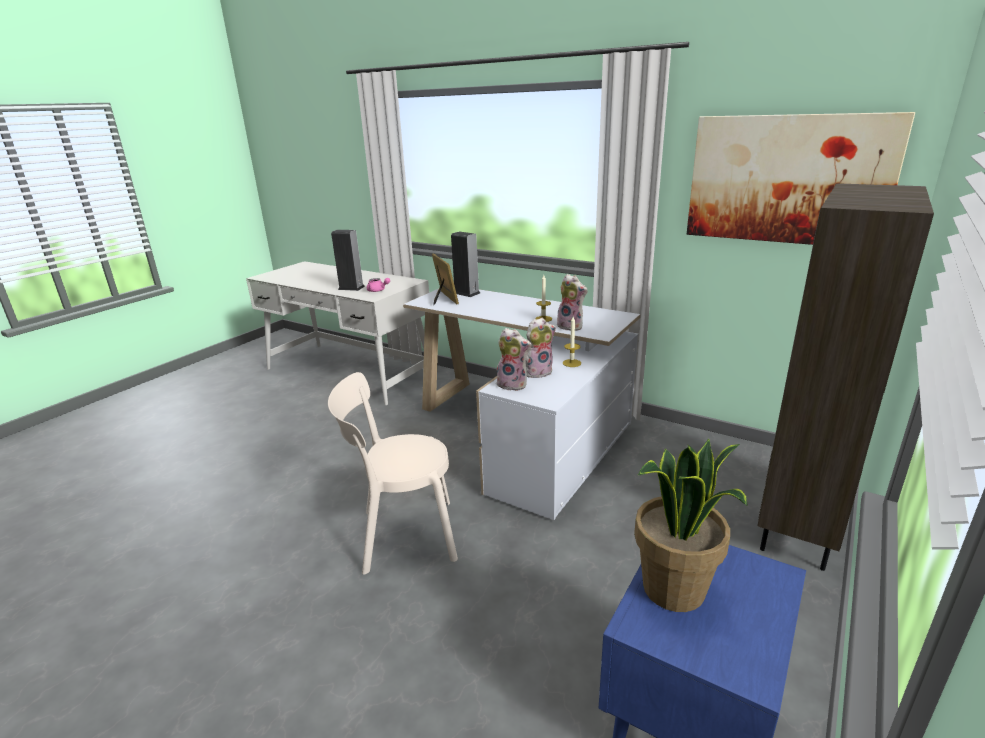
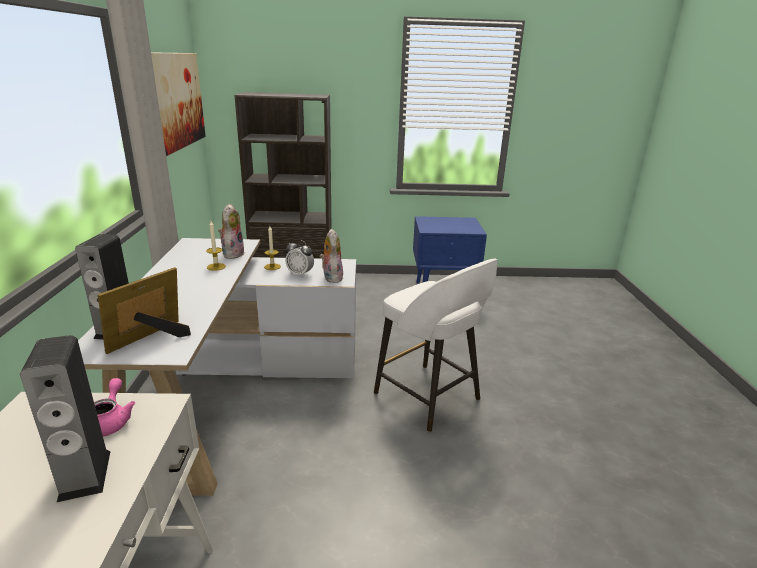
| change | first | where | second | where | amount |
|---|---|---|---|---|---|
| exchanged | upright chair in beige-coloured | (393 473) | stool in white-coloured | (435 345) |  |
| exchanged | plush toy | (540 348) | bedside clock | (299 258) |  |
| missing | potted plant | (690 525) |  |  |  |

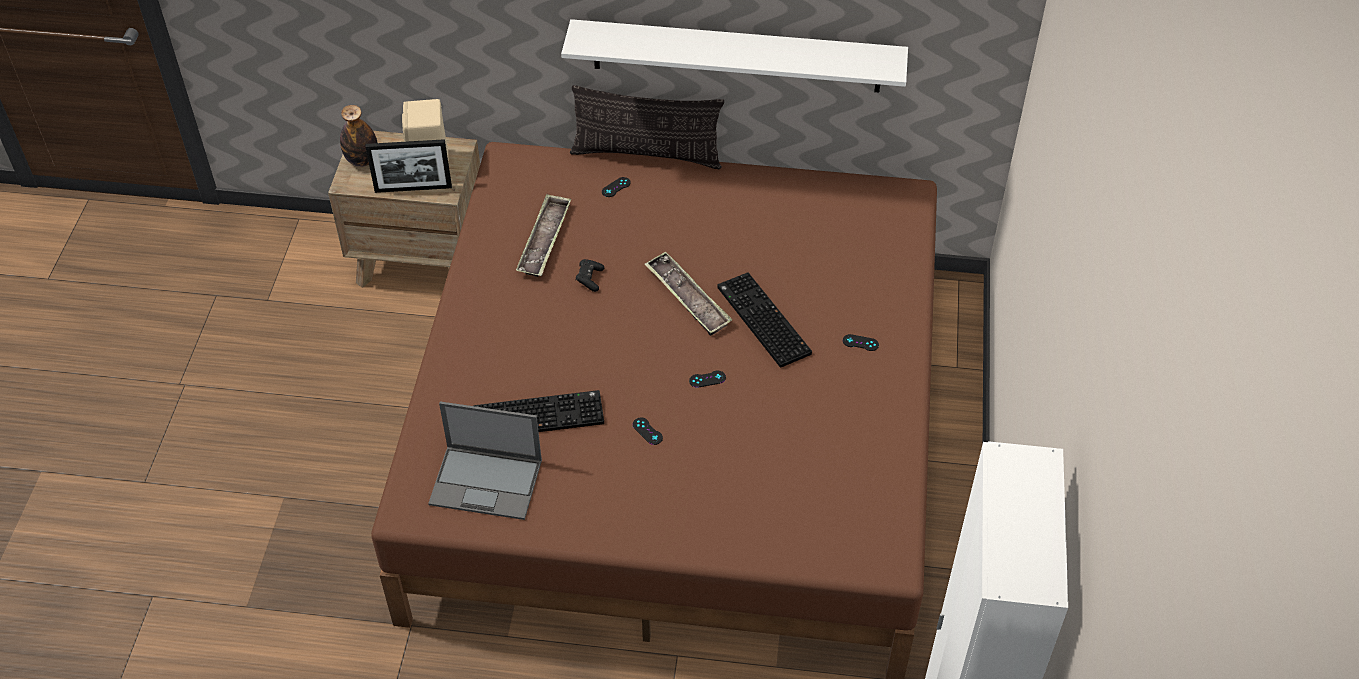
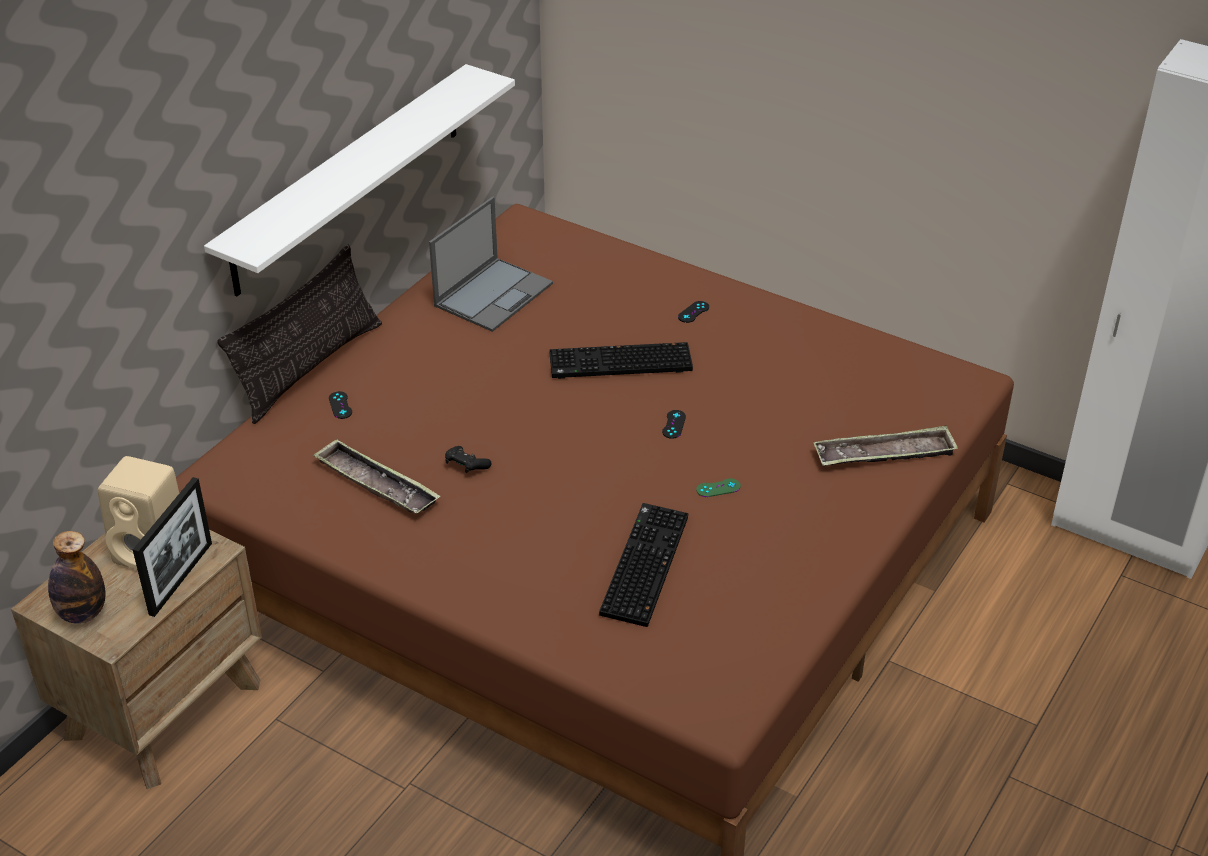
| change | first | where | second | where | amount |
|---|---|---|---|---|---|
| relocated | notebook computer | (485 460) |  | (491 264) |  |
| colour | game controller in blackish | (648 431) | game controller in green-coloured | (718 487) |  |
| relocated | carrying tray | (688 293) |  | (885 445) |  |

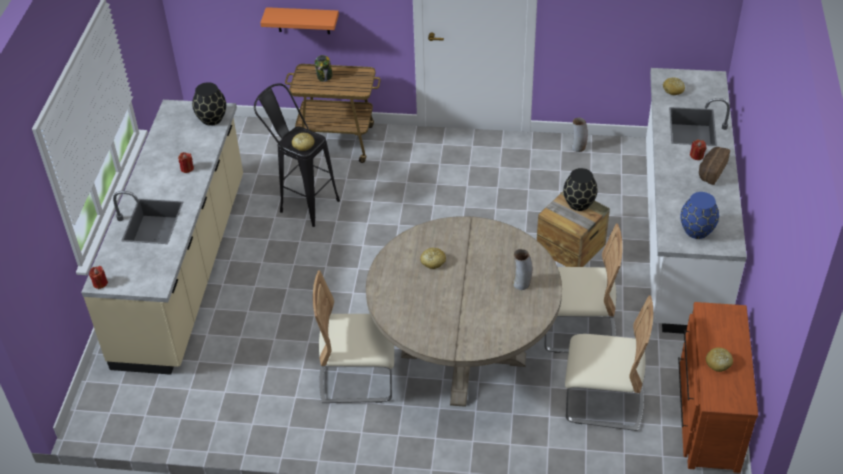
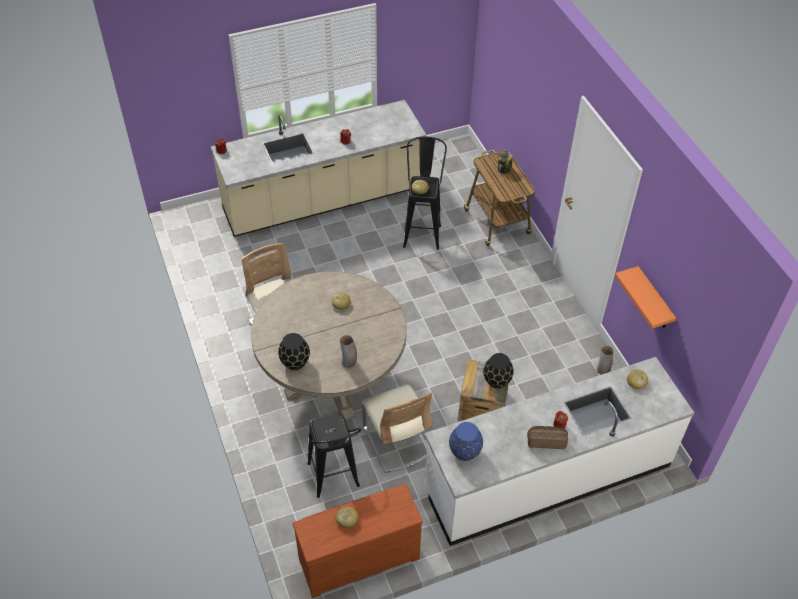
| change | first | where | second | where | amount |
|---|---|---|---|---|---|
| relocated | decorative vase in blackish | (209 104) |  | (294 351) |  |
| relocated | bracket shelf in orange | (299 20) |  | (645 297) |  |
| exchanged | upright chair in beige-coloured | (609 363) | stool in blackish | (334 455) |  |

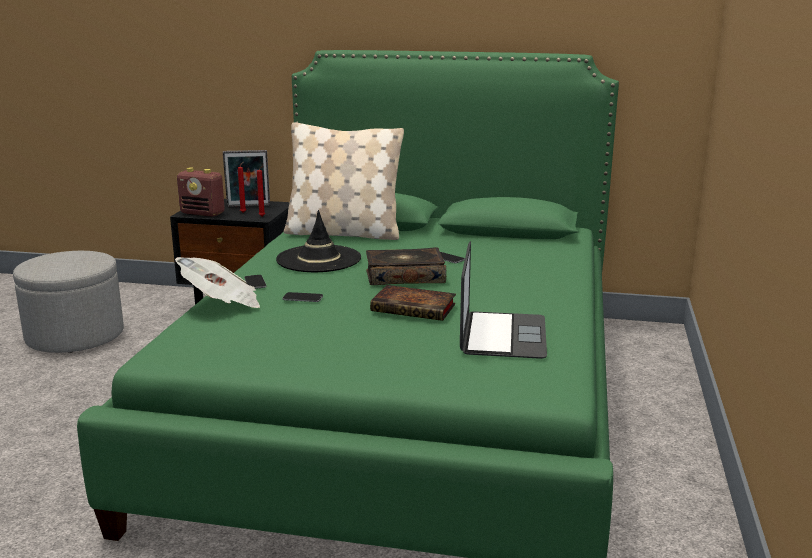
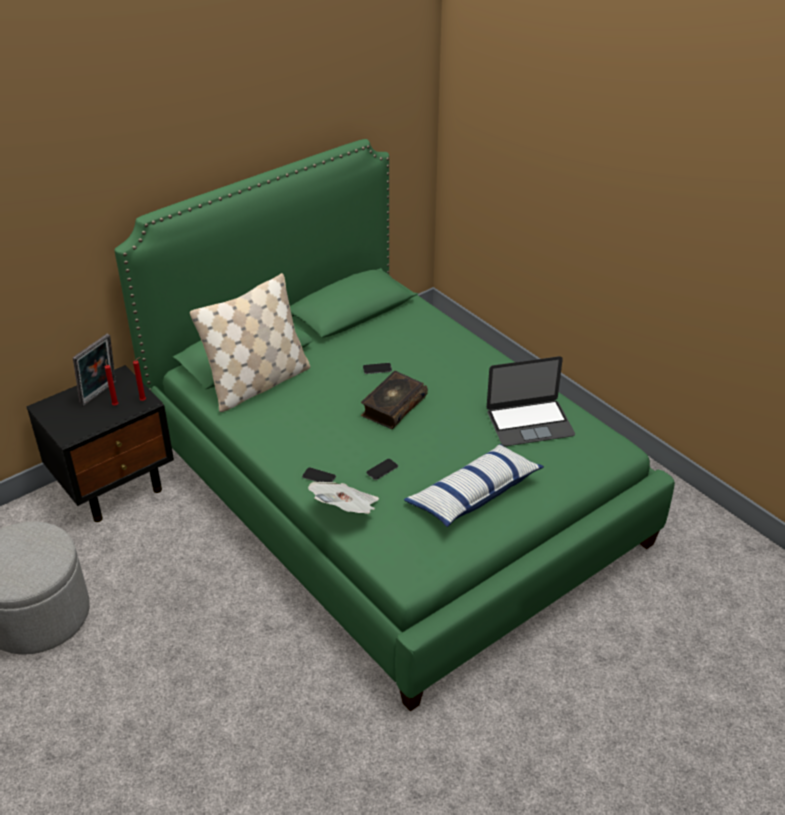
| change | first | where | second | where | amount |
|---|---|---|---|---|---|
| missing | radio | (201 192) |  |  |  |
| missing | wearable hat in blackish | (318 241) |  |  |  |
| missing | volume | (413 303) |  |  |  |
| spun | notebook computer | (503 300) |  | (531 401) | 120 degrees clockwise |
| appeared |  |  | throw pillow | (474 485) |  |

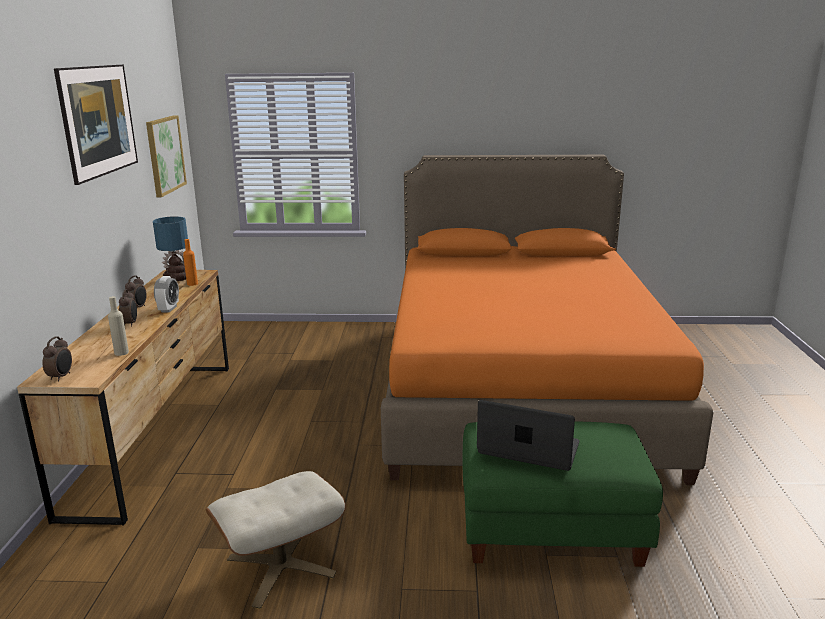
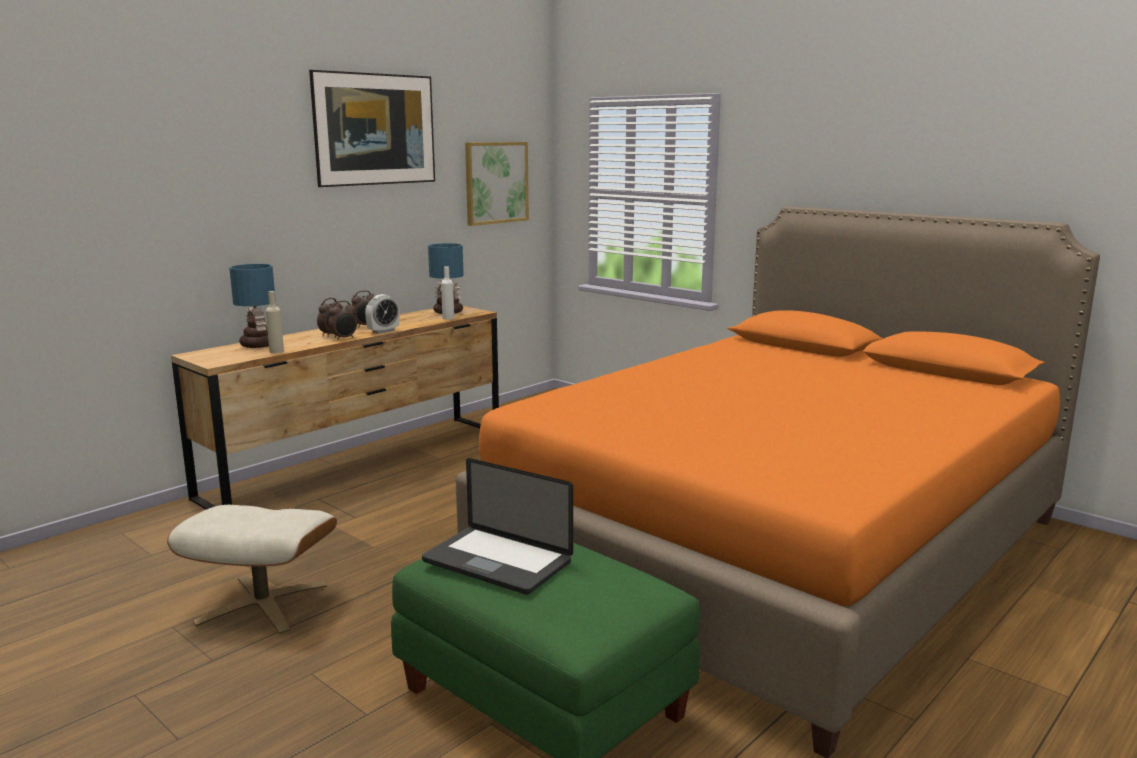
| change | first | where | second | where | amount |
|---|---|---|---|---|---|
| relocated | bedside clock | (57 358) |  | (342 320) |  |
| colour | bottle in orange | (190 262) | bottle in white-coloured | (447 293) |  |
| spun | notebook computer | (528 435) |  | (497 526) | 150 degrees clockwise |
| appeared |  |  | table lamp | (252 306) |  |

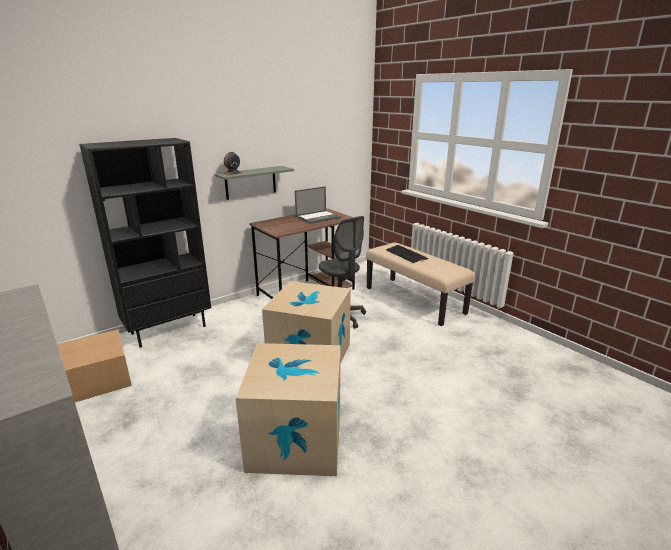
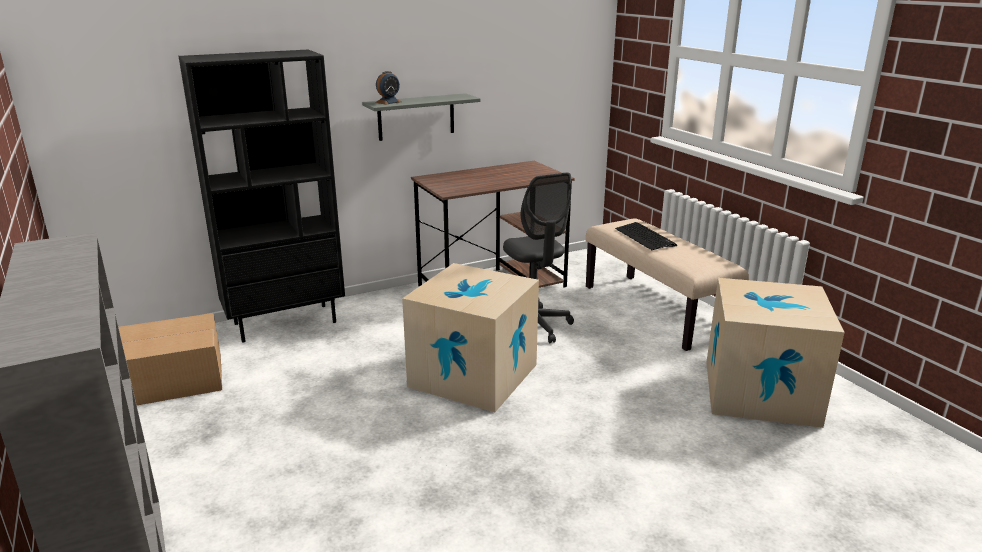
| change | first | where | second | where | amount |
|---|---|---|---|---|---|
| relocated | cardboard box | (288 409) |  | (775 353) |  |
| missing | notebook computer | (318 205) |  |  |  |

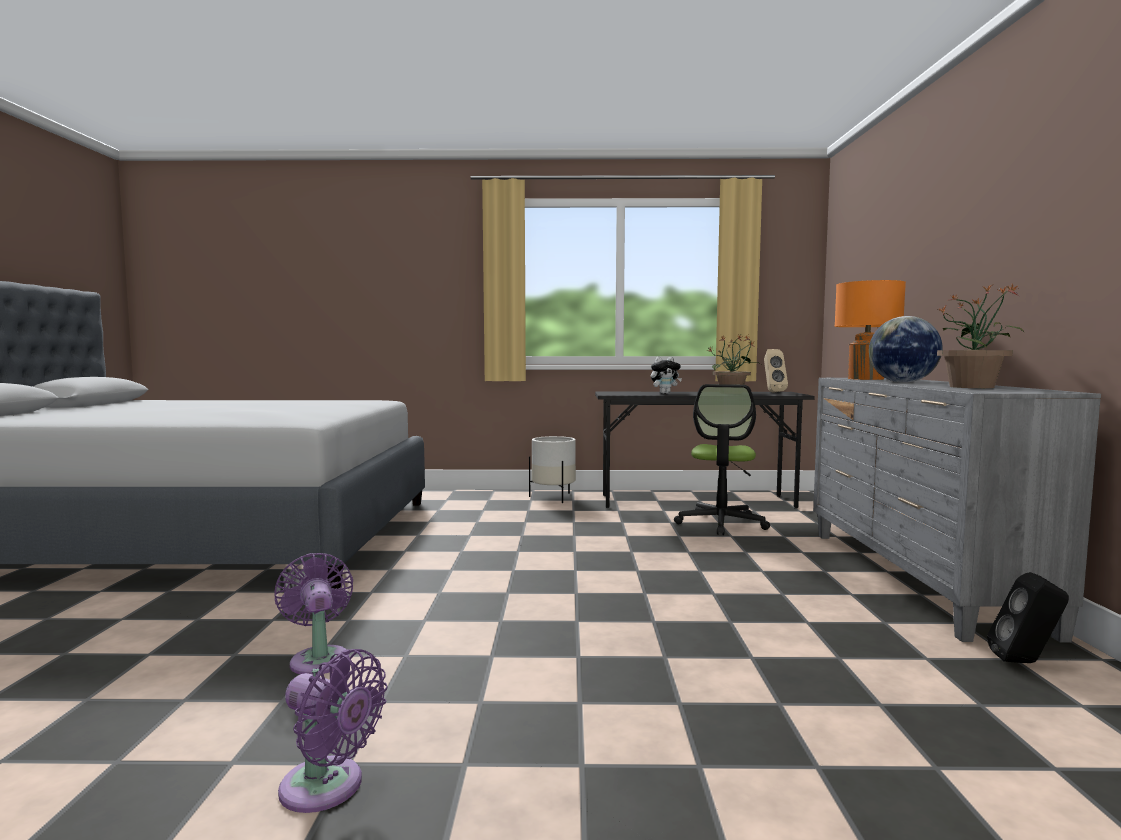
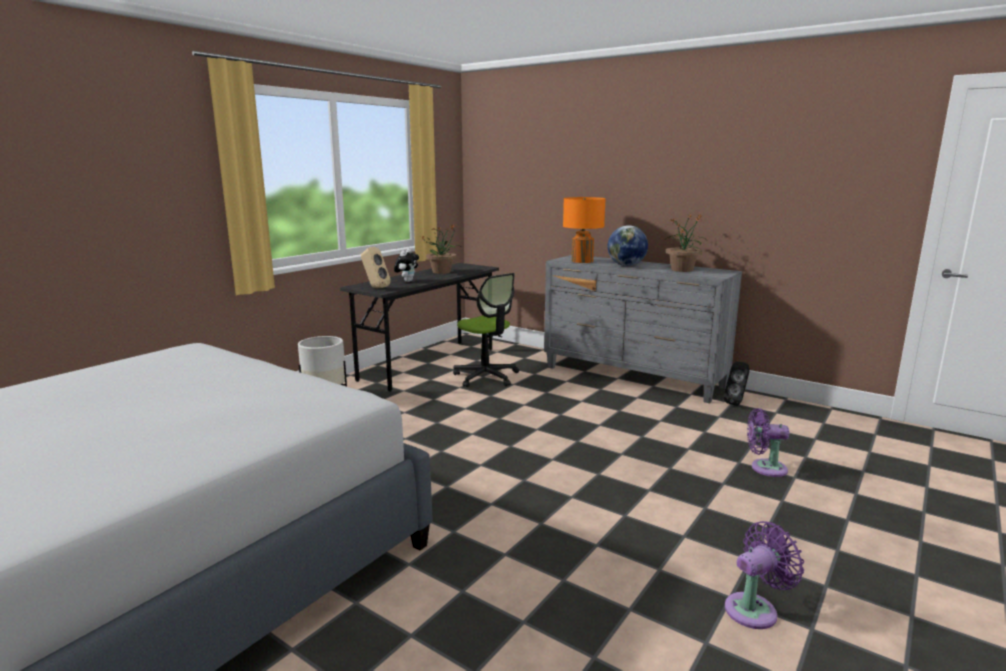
| change | first | where | second | where | amount |
|---|---|---|---|---|---|
| relocated | electric fan in purple | (314 613) |  | (768 442) |  |
| relocated | loudspeaker in beige-coloured | (776 371) |  | (376 267) |  |

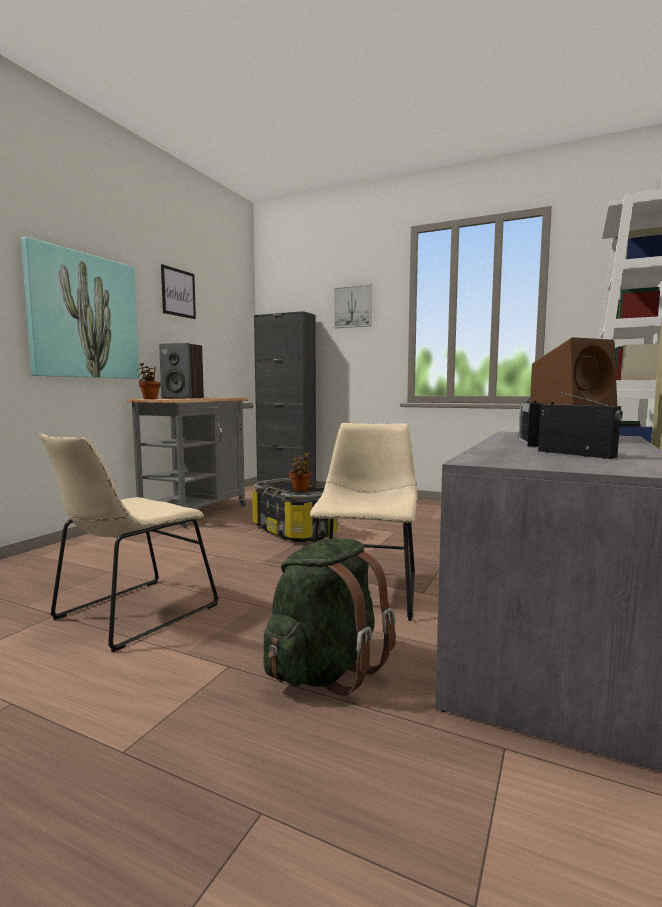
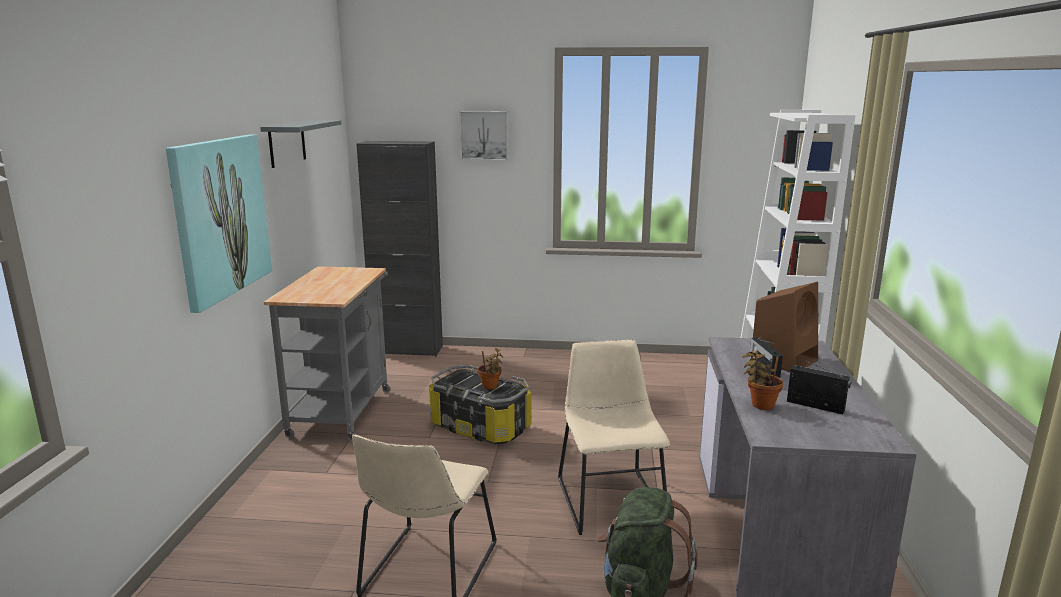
| change | first | where | second | where | amount |
|---|---|---|---|---|---|
| relocated | potted plant | (149 381) |  | (763 380) |  |
| missing | loudspeaker | (181 371) |  |  |  |
| exchanged | wall picture | (178 291) | bracket shelf in grey | (300 144) |  |

